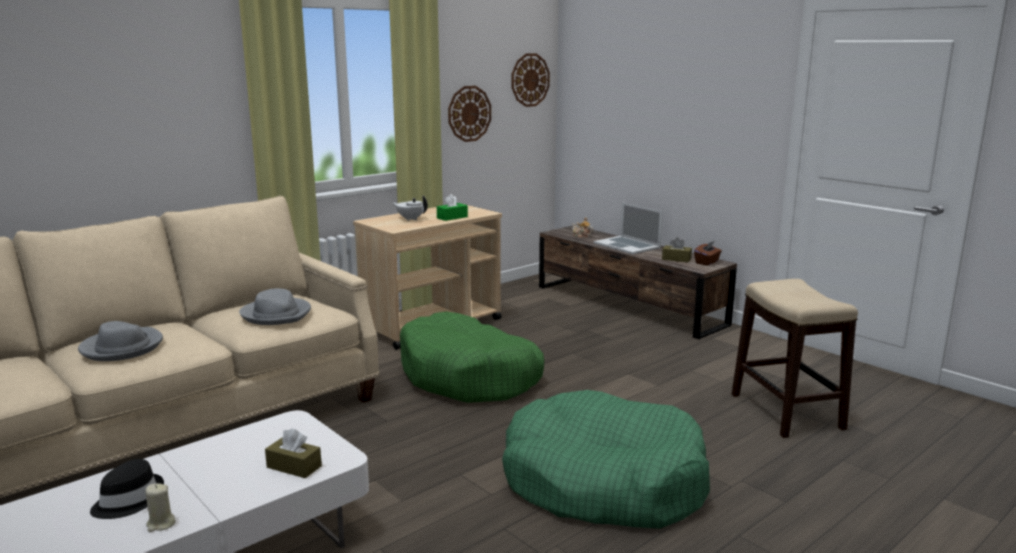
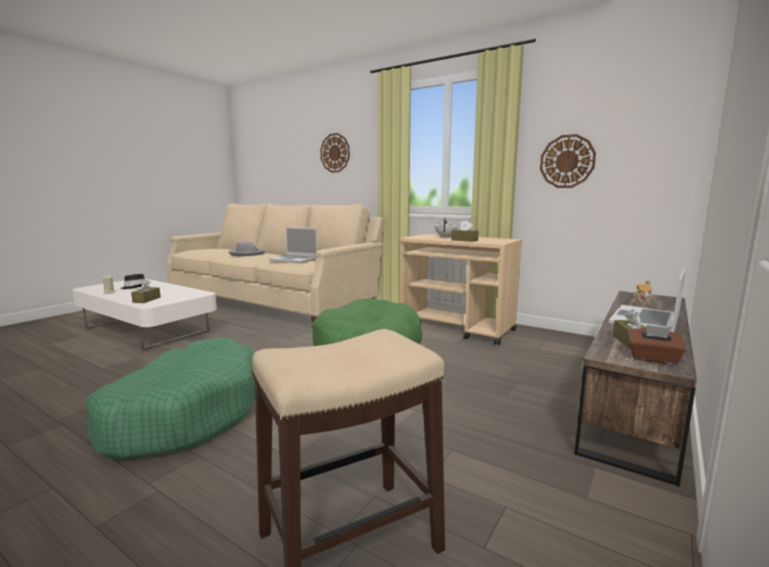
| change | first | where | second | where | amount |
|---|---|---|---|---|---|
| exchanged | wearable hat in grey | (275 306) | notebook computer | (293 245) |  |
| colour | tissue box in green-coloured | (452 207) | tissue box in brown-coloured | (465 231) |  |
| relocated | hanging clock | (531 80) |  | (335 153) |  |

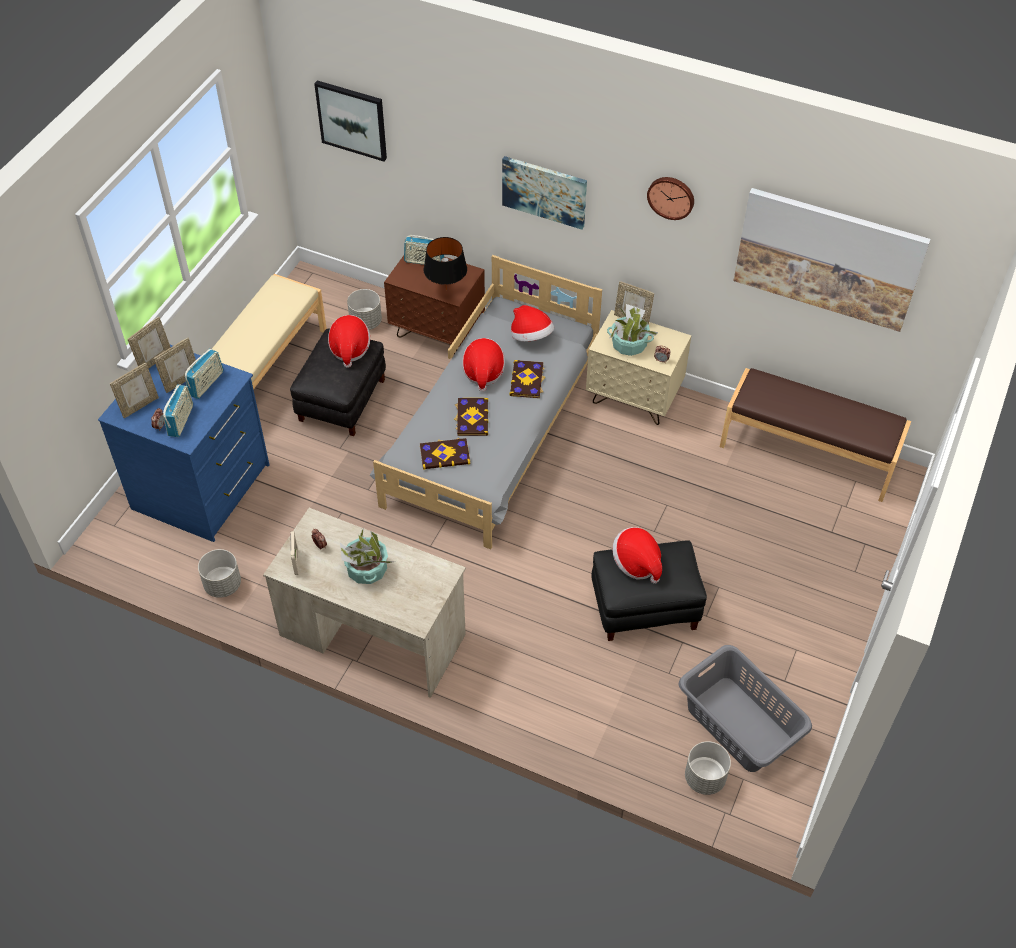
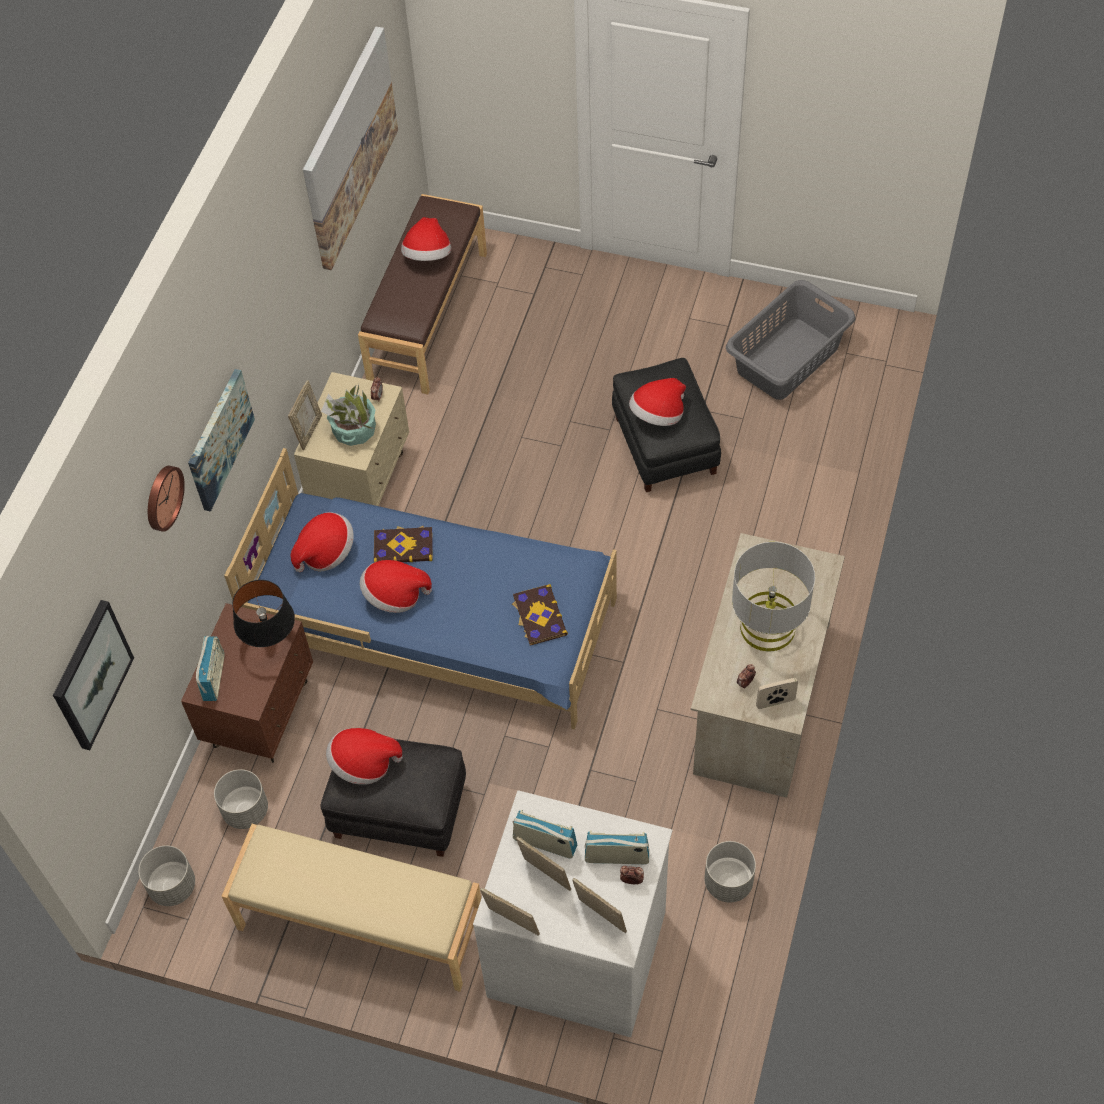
| change | first | where | second | where | amount |
|---|---|---|---|---|---|
| colour | chest of drawers in bluish | (183 443) | chest of drawers in white-coloured | (572 913) |  |
| exchanged | potted plant | (368 556) | table lamp in grey | (773 596) |  |
| colour | bed in grey | (486 402) | bed in bluish | (420 589) |  |
| missing | volume | (471 417) |  |  |  |
| relocated | hanging clock | (670 198) |  | (166 499) |  |
| relocated | plant pot in grey | (708 768) |  | (167 875) |  |
| appeared |  |  | wearable hat | (426 239) |  |

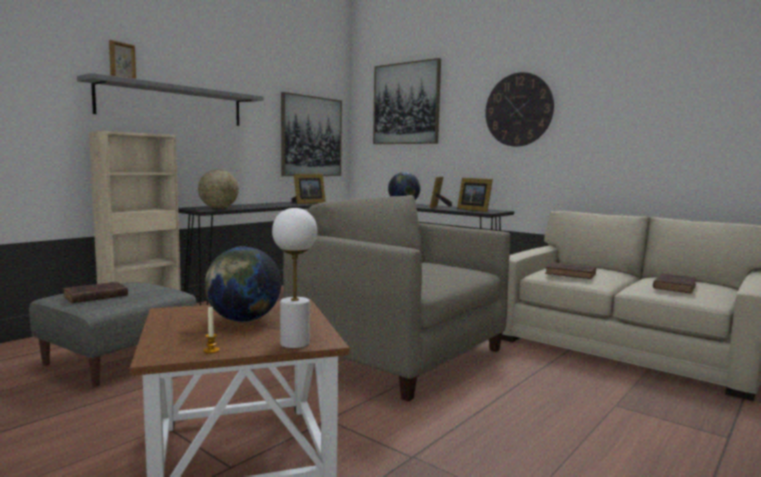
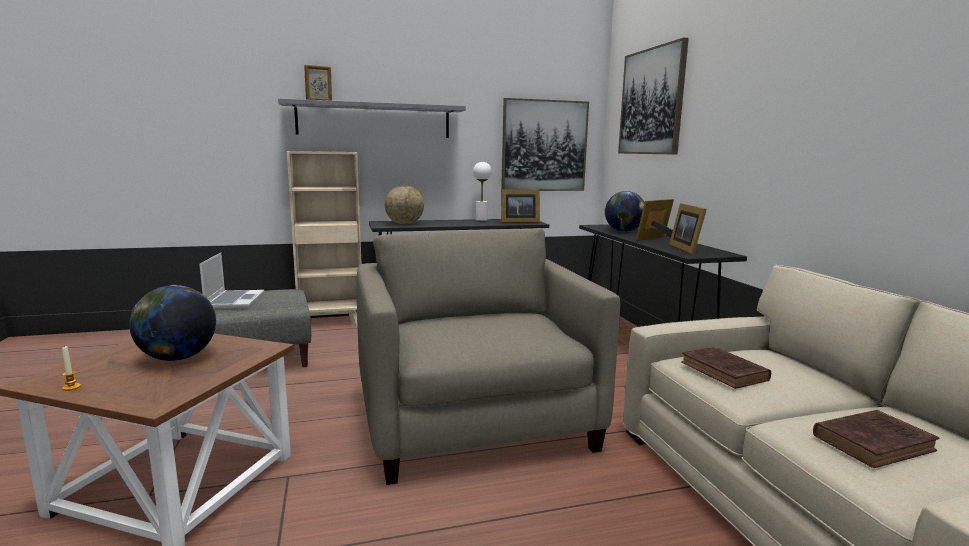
| change | first | where | second | where | amount |
|---|---|---|---|---|---|
| exchanged | volume in brown-coloured | (95 292) | notebook computer | (231 280) |  |
| relocated | table lamp in white-coloured | (294 278) |  | (482 191) |  |
| missing | hanging clock | (519 109) |  |  |  |

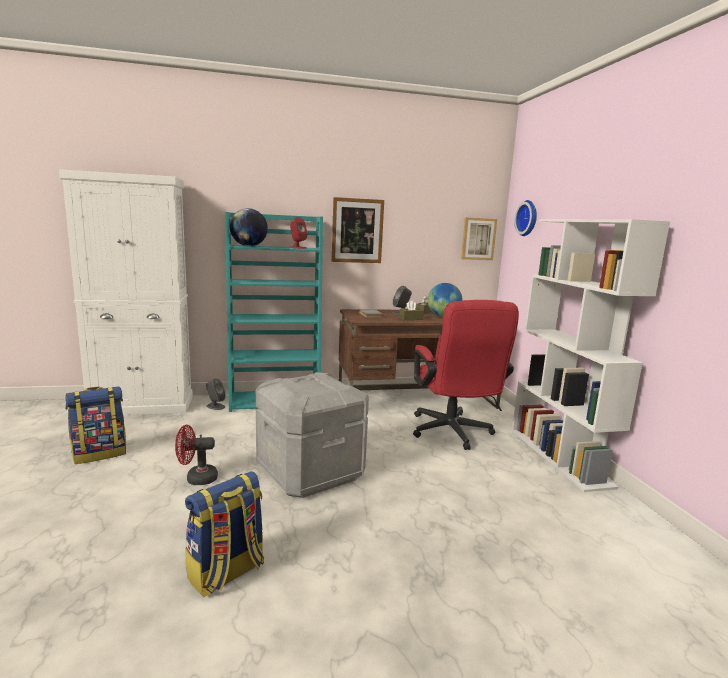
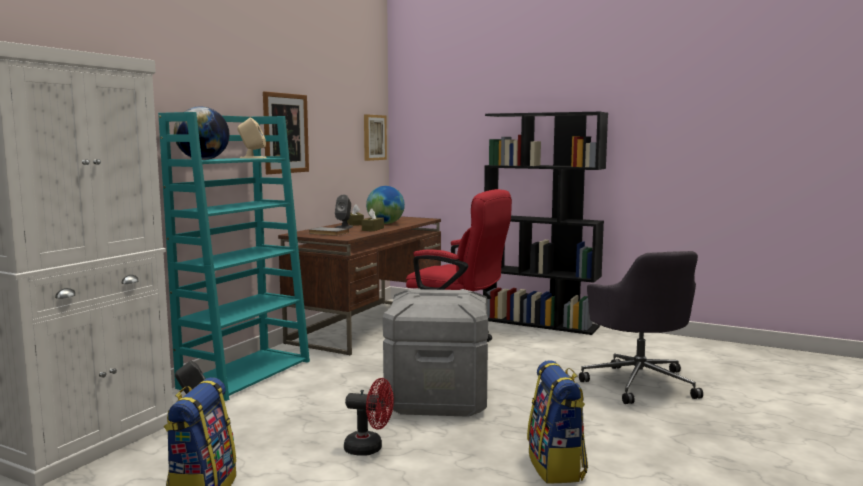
| change | first | where | second | where | amount |
|---|---|---|---|---|---|
| spun | electric fan in reddish | (196 455) |  | (369 417) | 105 degrees counterclockwise |
| colour | loudspeaker in reddish | (298 233) | loudspeaker in beige-coloured | (252 138) |  |
| colour | bookcase in white-coloured | (591 355) | bookcase in blackish | (545 223) |  |
| missing | hanging clock | (525 218) |  |  |  |
| appeared |  |  | computer chair in grey | (641 327) |  |

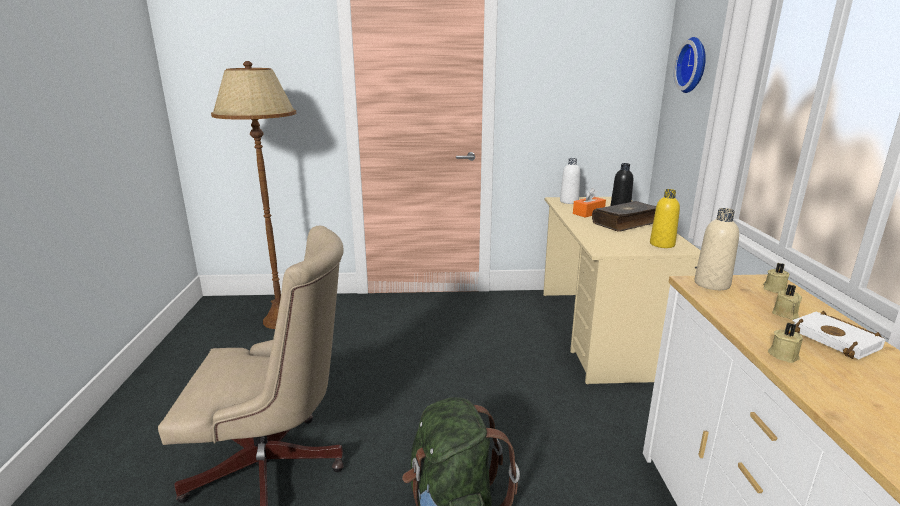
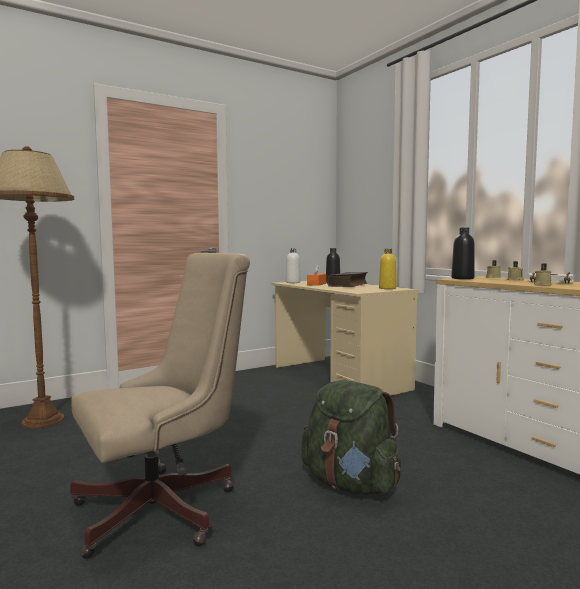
| change | first | where | second | where | amount |
|---|---|---|---|---|---|
| missing | hanging clock | (690 65) |  |  |  |
| colour | bottle in beige-coloured | (717 249) | bottle in blackish | (463 253) |  |

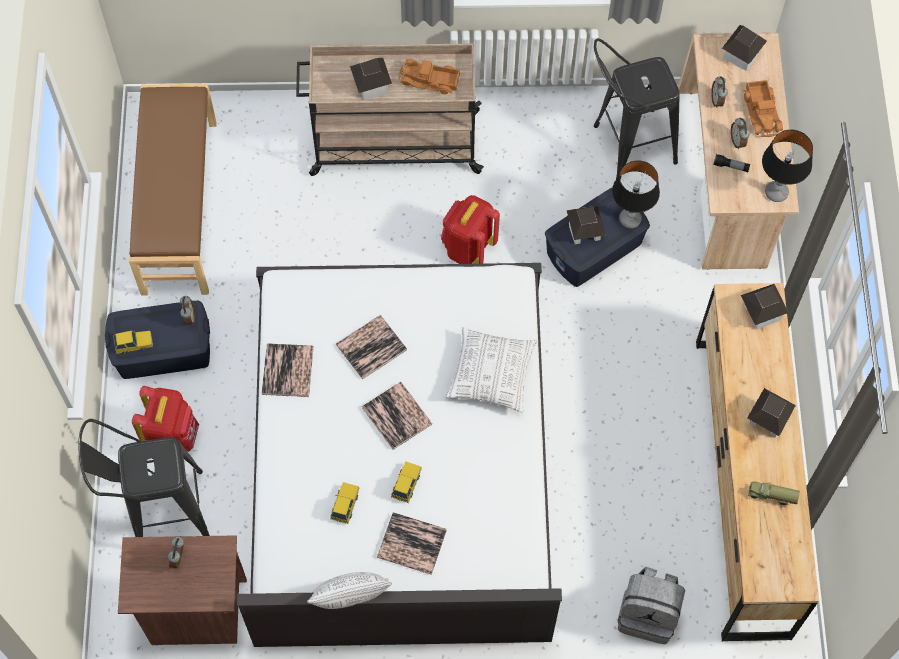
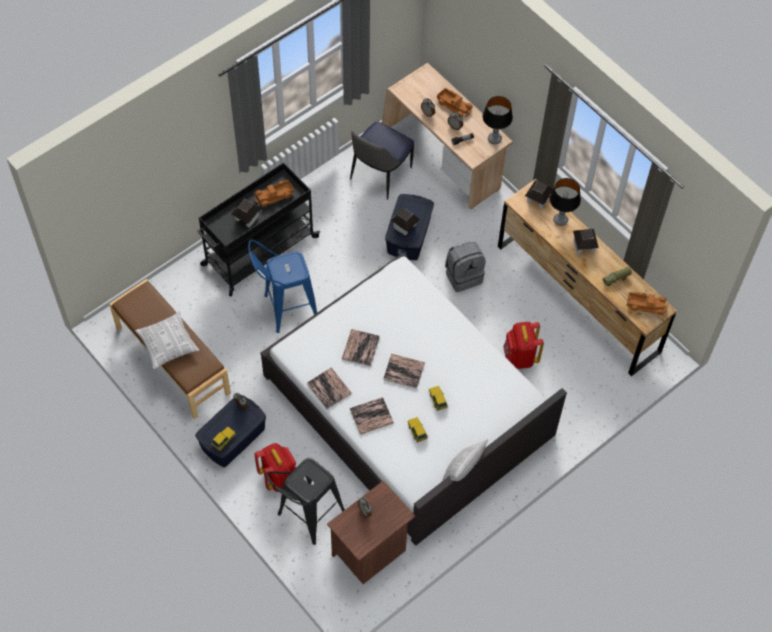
| change | first | where | second | where | amount |
|---|---|---|---|---|---|
| colour | cart in beige-coloured | (390 109) | cart in blackish | (258 229) |  |
| relocated | volume | (412 543) |  | (372 416) |  |
| relocated | rucksack in reddish | (470 229) |  | (523 345) |  |
| relocated | throw pillow | (491 370) |  | (167 340) |  |
| exchanged | stool in blackish | (637 109) | upright chair | (382 161) |  |
| relocated | table lamp | (636 194) |  | (565 202) |  |
| relocated | rucksack in grey | (651 605) |  | (465 267) |  |
| missing | miniature house | (744 48) |  |  |  |
| appeared |  |  | stool in bluish | (282 286) |  |
| appeared |  |  | toy lorry | (647 303) |  |

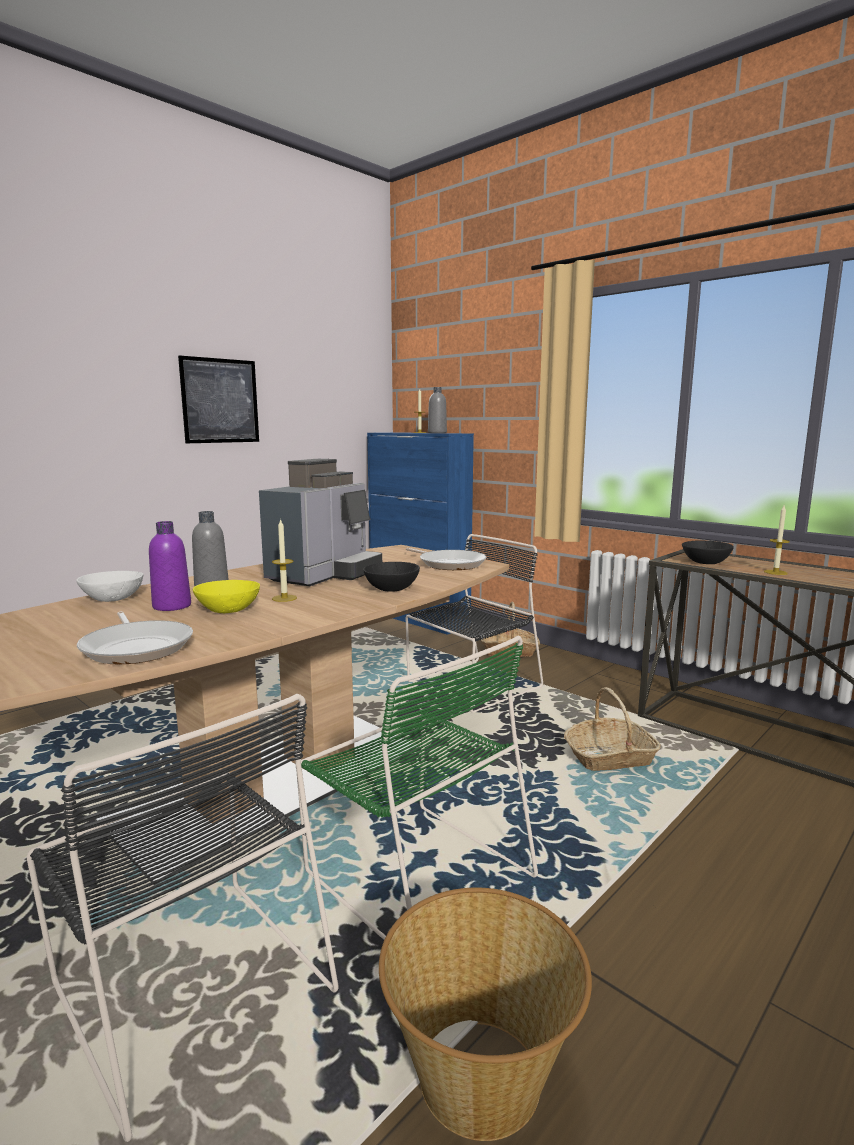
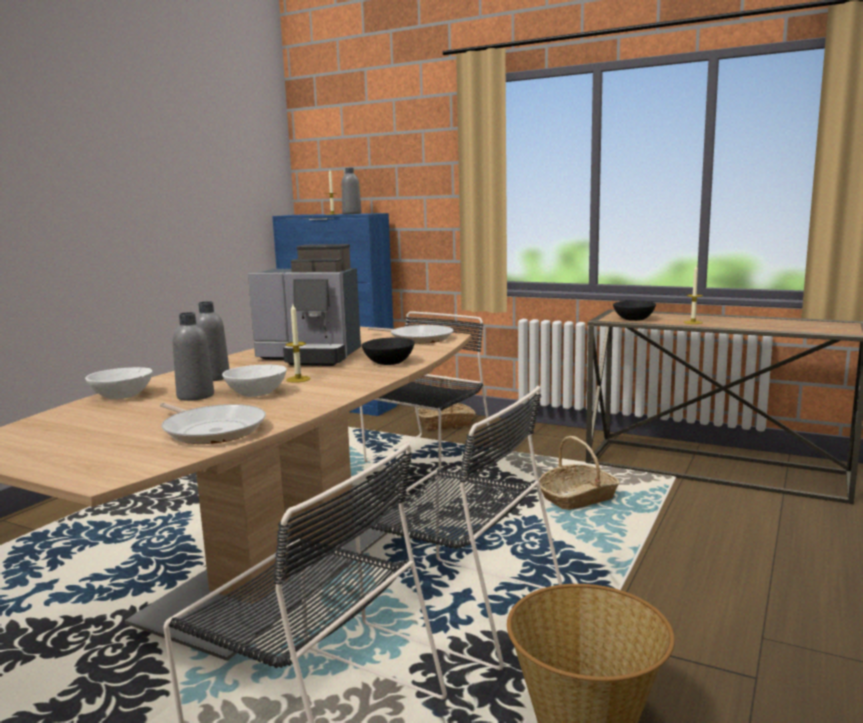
| change | first | where | second | where | amount |
|---|---|---|---|---|---|
| colour | bottle in purple | (170 566) | bottle in grey | (193 356) |  |
| missing | wall picture | (218 399) |  |  |  |
| colour | bowl in yellowish | (226 596) | bowl in white-coloured | (254 381) |  |
| spun | coffee maker | (320 522) |  | (304 305) | 90 degrees clockwise |
| colour | upright chair in green-coloured | (417 788) | upright chair in blackish | (458 528) |  |

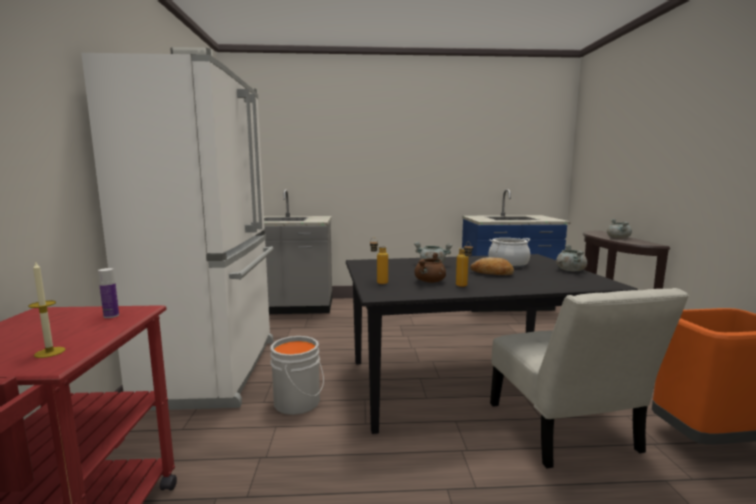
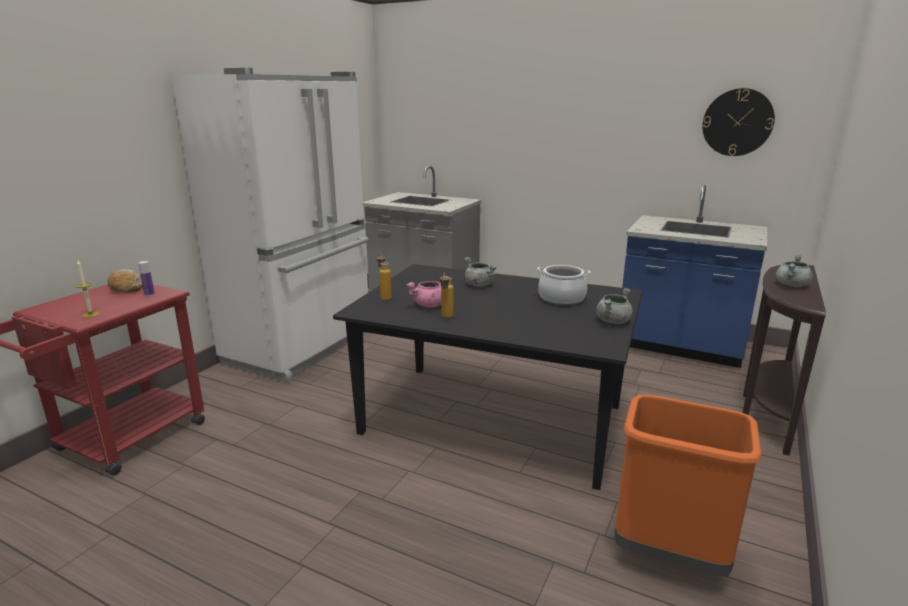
| change | first | where | second | where | amount |
|---|---|---|---|---|---|
| missing | bucket in grey | (297 375) |  |  |  |
| colour | saucepot in brown-coloured | (430 267) | saucepot in pinkish | (427 292) |  |
| relocated | bakery bread | (492 266) |  | (125 281) |  |
| missing | upright chair in white-coloured | (589 378) |  |  |  |
| appeared |  |  | hanging clock | (738 122) |  |

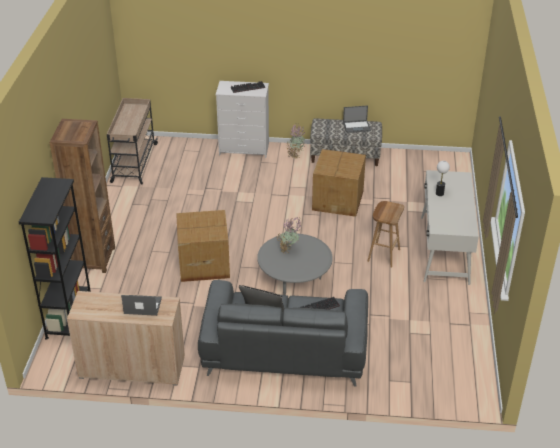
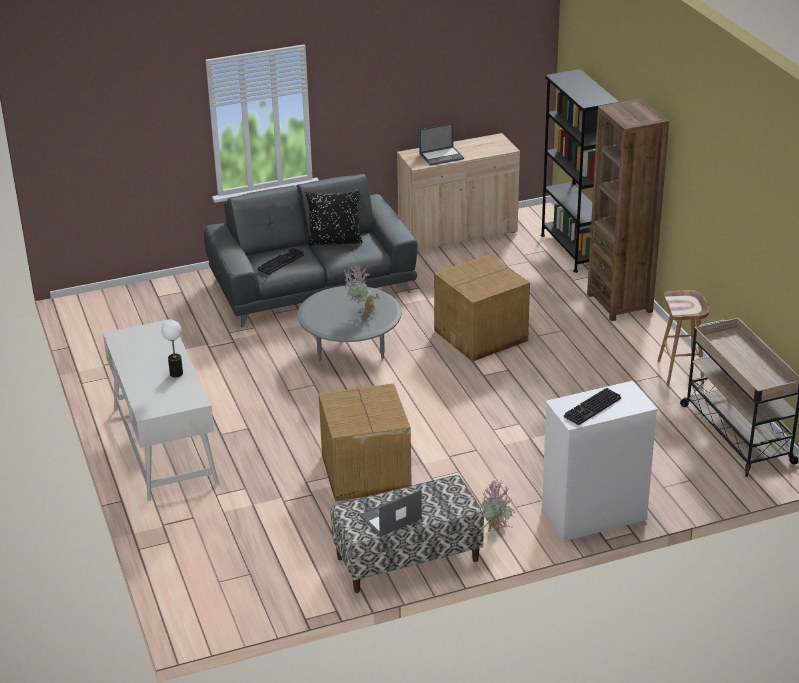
| change | first | where | second | where | amount |
|---|---|---|---|---|---|
| relocated | stool in brown-coloured | (386 234) |  | (683 338) |  |

